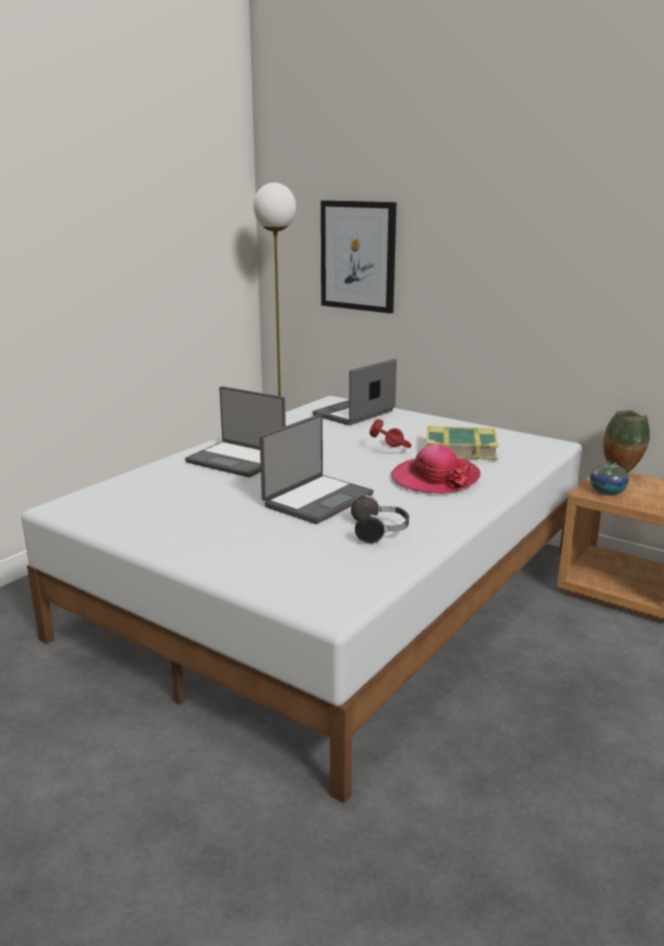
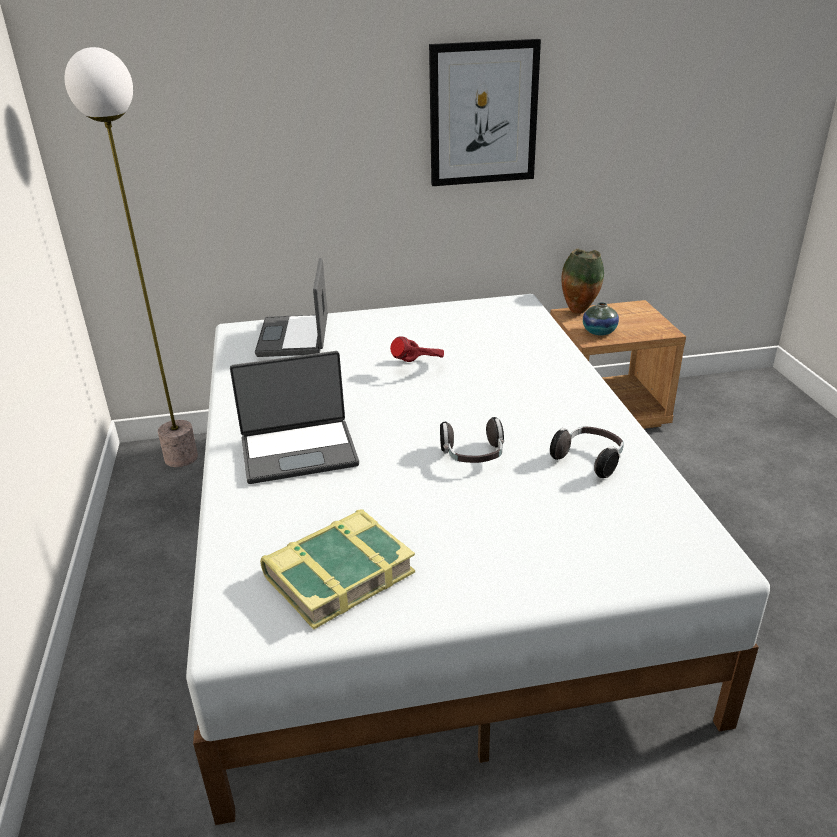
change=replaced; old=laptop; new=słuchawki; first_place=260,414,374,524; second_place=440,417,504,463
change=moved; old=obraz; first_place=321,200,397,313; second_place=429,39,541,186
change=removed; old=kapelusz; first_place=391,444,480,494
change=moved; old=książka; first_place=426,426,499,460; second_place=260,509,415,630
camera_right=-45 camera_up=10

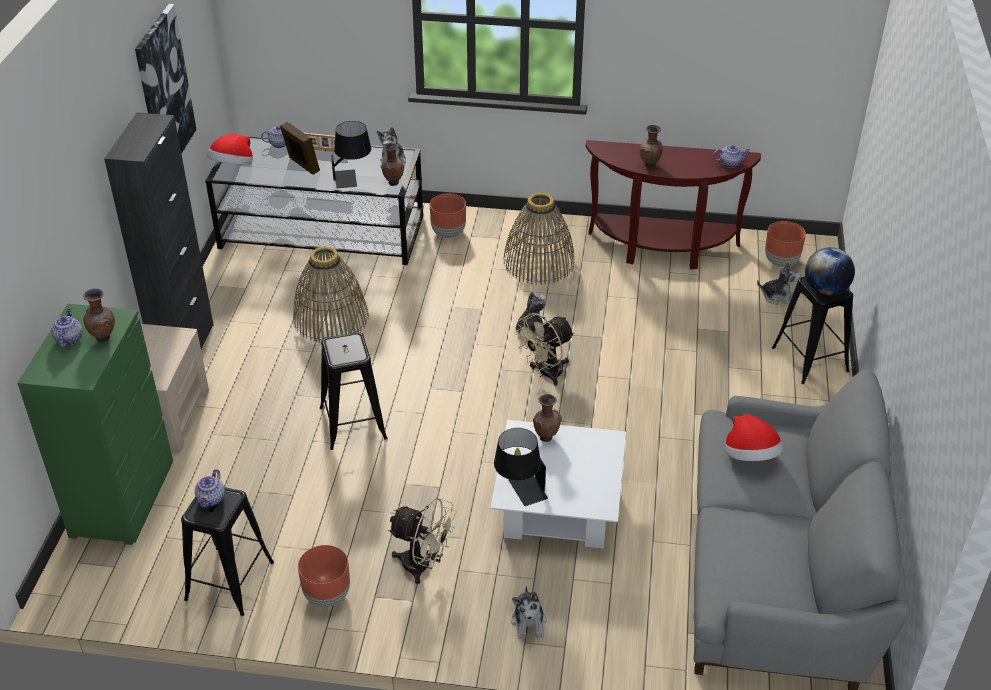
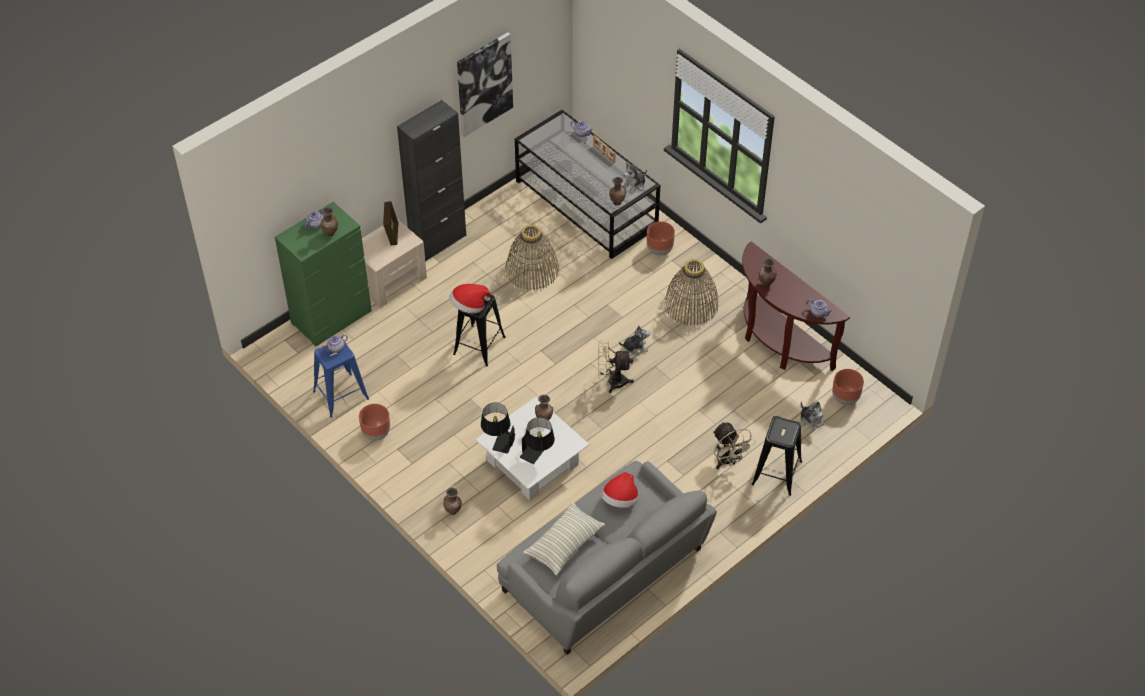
change=recoloured; old=stołek (czarny); new=stołek (niebieski); first_place=181,487,274,616; second_place=313,340,369,418
change=moved; old=kapelusz; first_place=207,134,253,165; second_place=449,284,491,313
change=moved; old=ramka na zdjęcie; first_place=280,122,320,175; second_place=383,201,398,246
change=moved; old=lampa stołowa (czarny); first_place=331,121,371,188; second_place=520,417,555,464
change=moved; old=wentylator (beżowy); first_place=388,498,456,584; second_place=713,422,756,469
change=replaced; old=pluszak; new=wazon (brązowy); first_place=511,585,547,639; second_place=444,487,462,515
change=removed; old=globus; first_place=805,247,855,296
change=added; new=poduszka; second_place=523,502,605,575
camera_right=40 camera_up=10

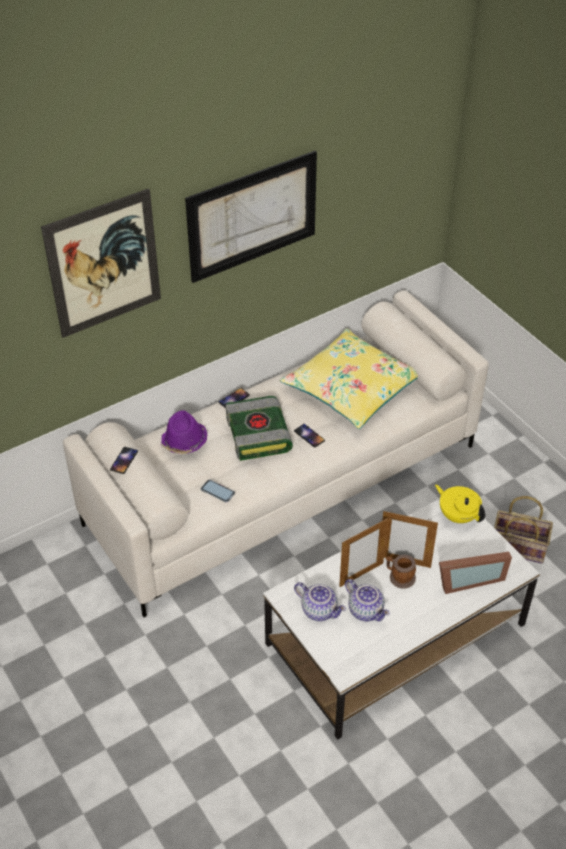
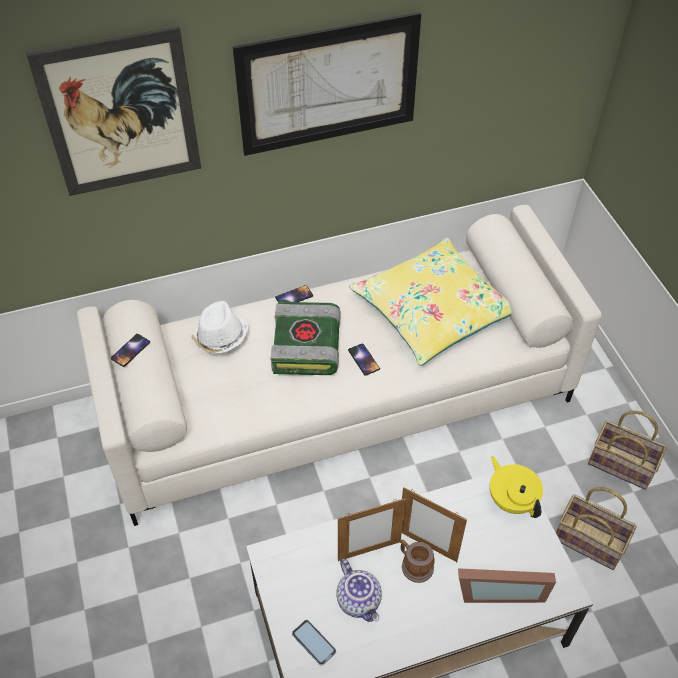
change=recoloured; old=kapelusz (fioletowy); new=kapelusz (biały); first_place=161,410,207,454; second_place=191,301,249,354
change=moved; old=telefon; first_place=201,480,235,503; second_place=292,620,336,666
change=removed; old=imbryk; first_place=294,582,346,621
change=added; new=koszyk; second_place=588,411,667,490
camera_right=15 camera_up=5

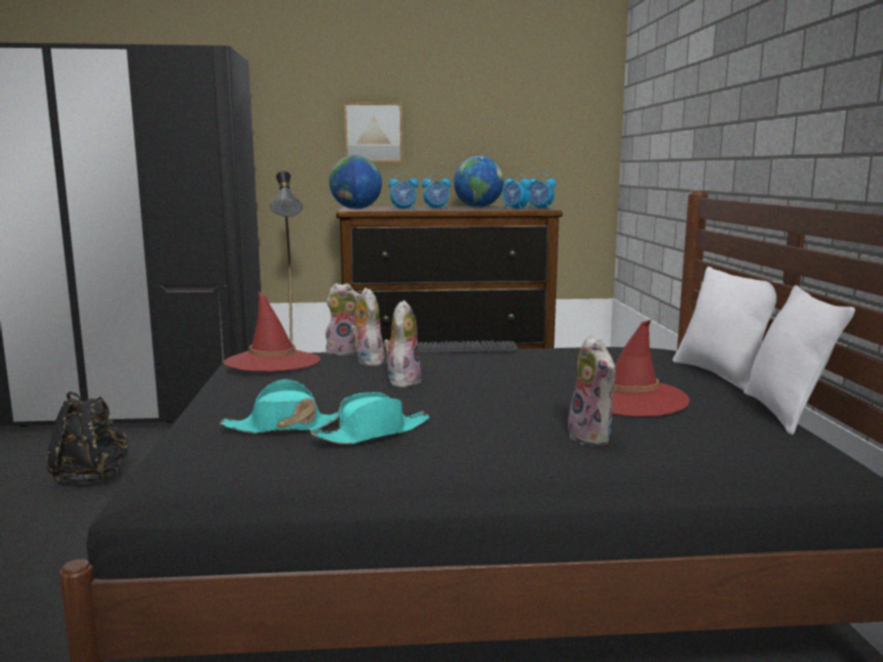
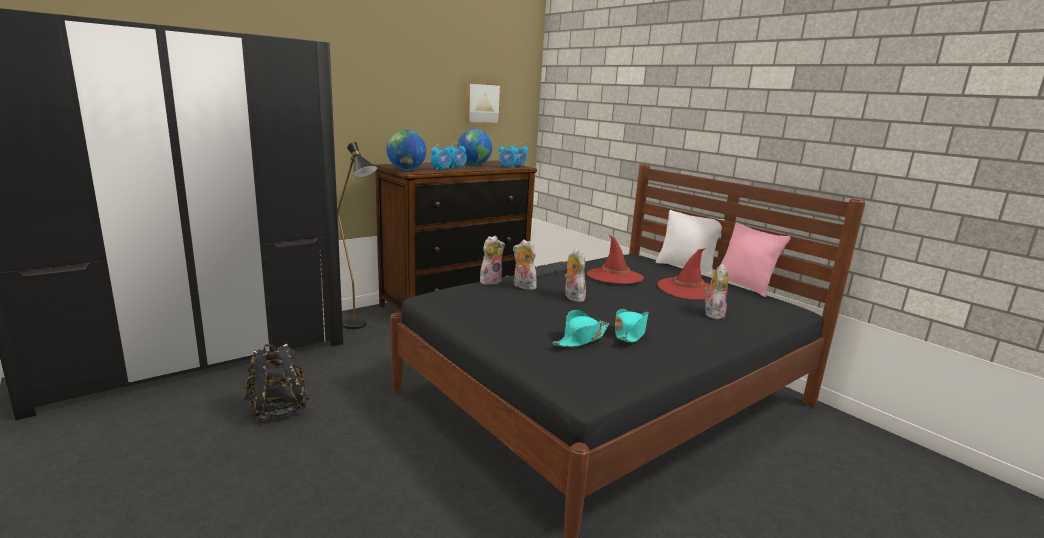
change=moved; old=kapelusz (czerwony); first_place=224,291,320,371; second_place=587,235,644,284
change=moved; old=obraz; first_place=344,102,403,162; second_place=465,82,501,124
change=turned; old=pluszak; first_place=566,335,616,446; second_place=704,264,728,319; degrees=-105
change=recoloured; old=poduszka (biały); new=poduszka (różowy); first_place=744,285,855,435; second_place=720,222,791,297
camera_right=-35 camera_up=5

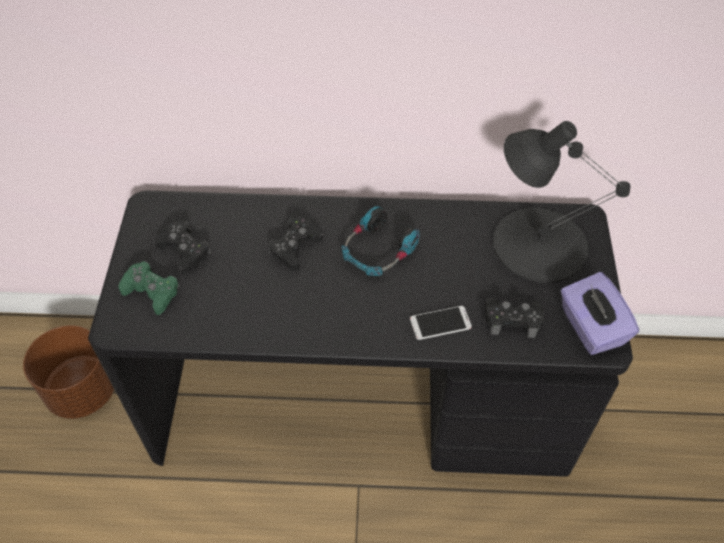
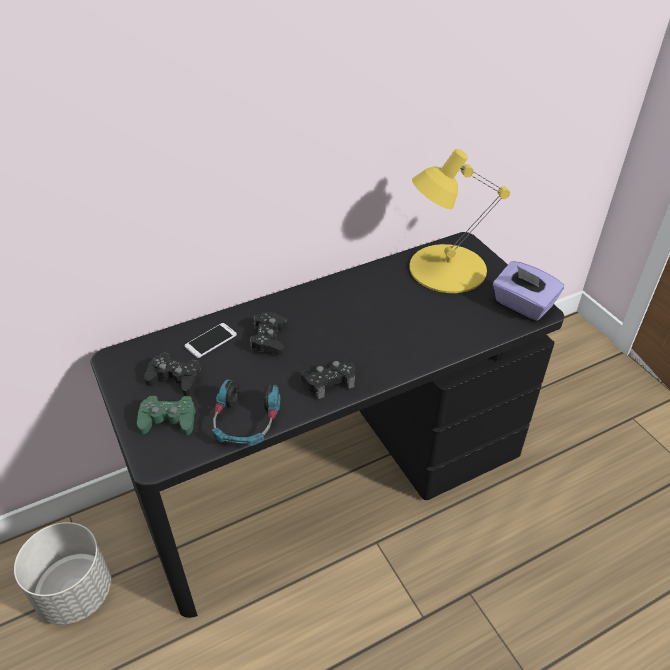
change=recoloured; old=donica (brązowy); new=donica (szary); first_place=23,325,114,419; second_place=14,522,111,625
change=moved; old=słuchawki; first_place=341,206,420,276; second_place=212,379,280,446
change=moved; old=telefon; first_place=410,306,472,340; second_place=185,323,237,358
change=moved; old=pad do gier (czarny); first_place=485,298,544,338; second_place=301,358,356,399
change=recoloured; old=lampa stołowa (czarny); new=lampa stołowa (żółty); first_place=493,121,630,283; second_place=409,149,510,293
camera_right=-30 camera_up=-10

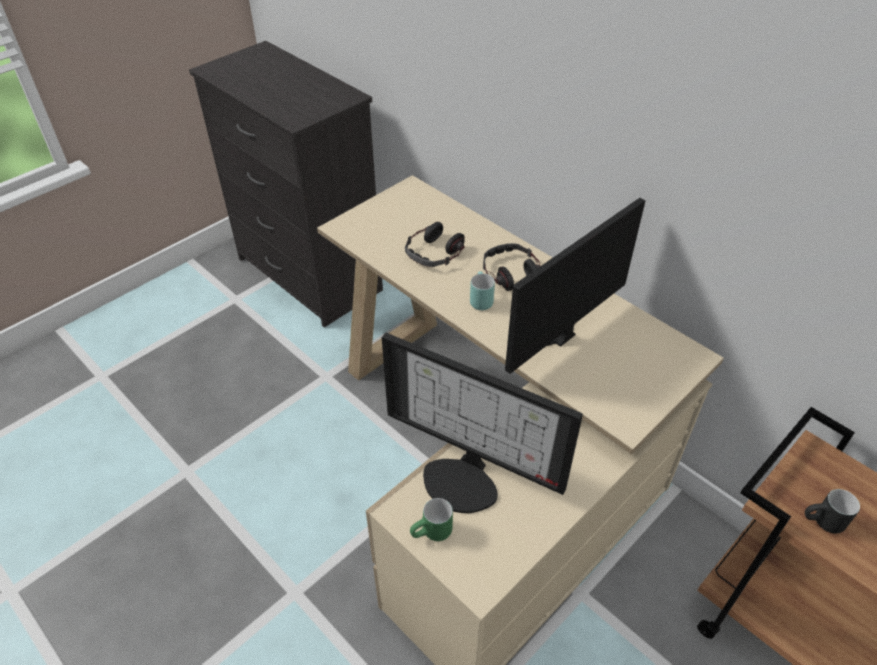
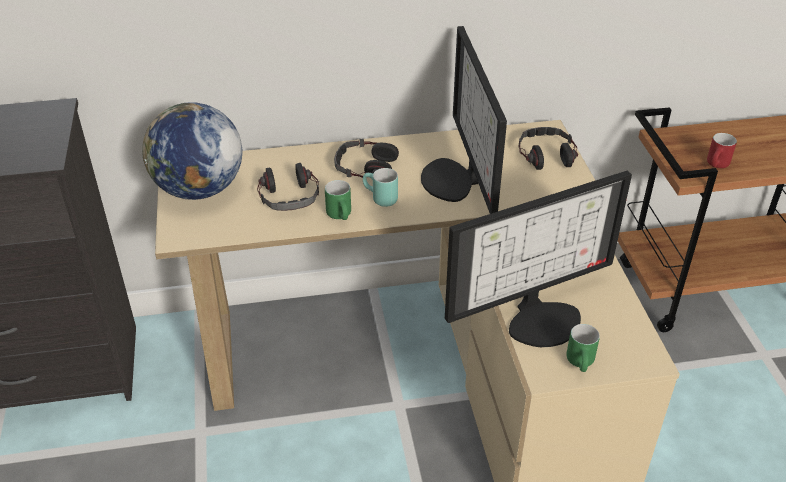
change=recoloured; old=kubek (czarny); new=kubek (czerwony); first_place=805,489,860,533; second_place=707,133,737,168
change=added; new=globus; second_place=142,103,242,200
change=added; new=kubek (zielony); second_place=325,180,351,220
change=added; new=słuchawki; second_place=519,127,578,170
camera_right=-55 camera_up=-5

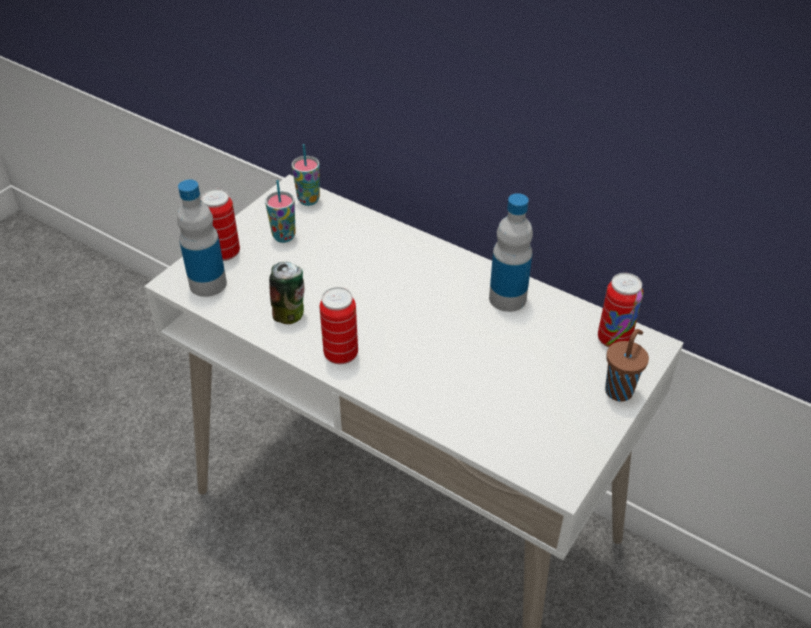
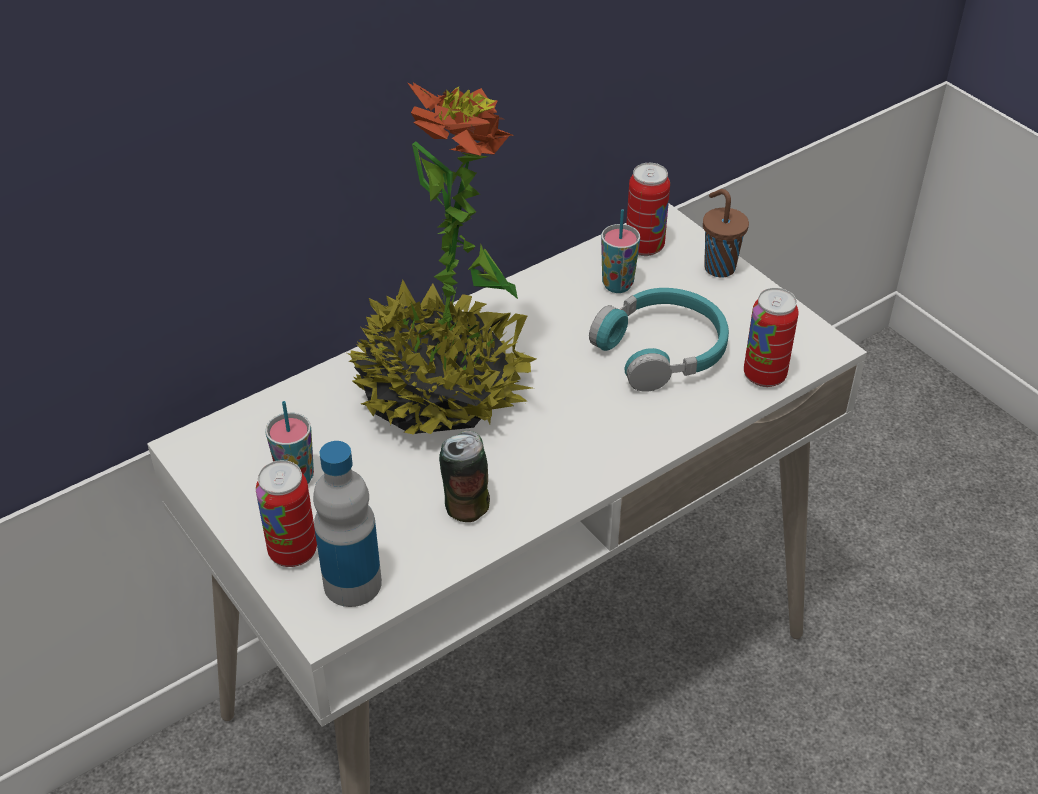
change=moved; old=filiżanka; first_place=292,144,320,206; second_place=601,209,640,293
change=moved; old=puszka; first_place=319,287,358,364; second_place=744,288,799,387
change=removed; old=butelka; first_place=489,193,533,312
change=added; new=roślina doniczkowa; second_place=347,83,536,435
change=added; new=słuchawki (turkusowy); second_place=589,288,729,392
camera_right=-70 camera_up=0

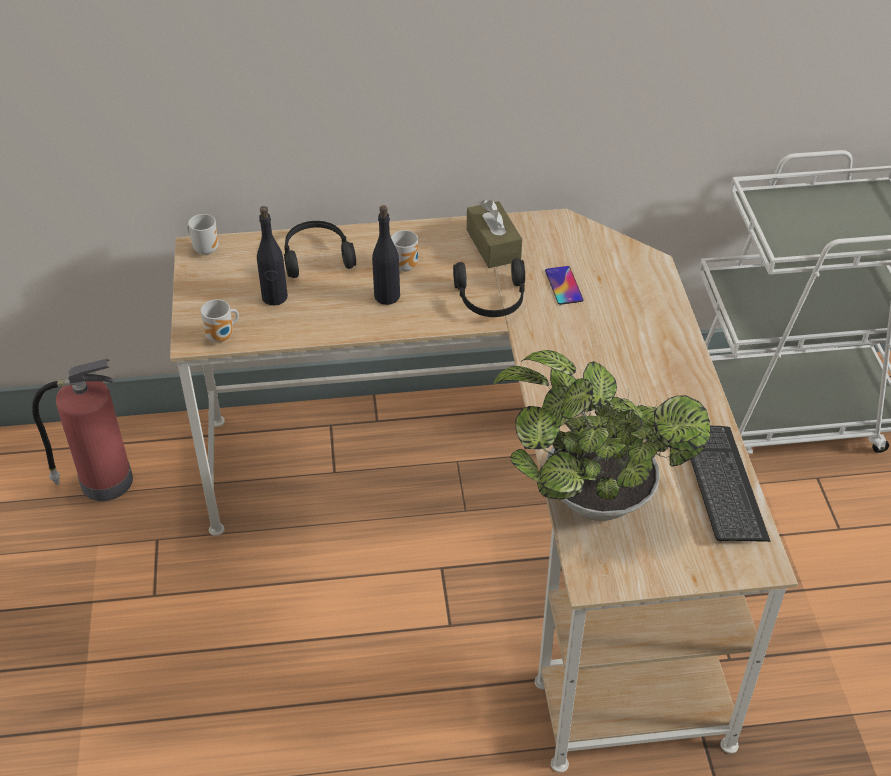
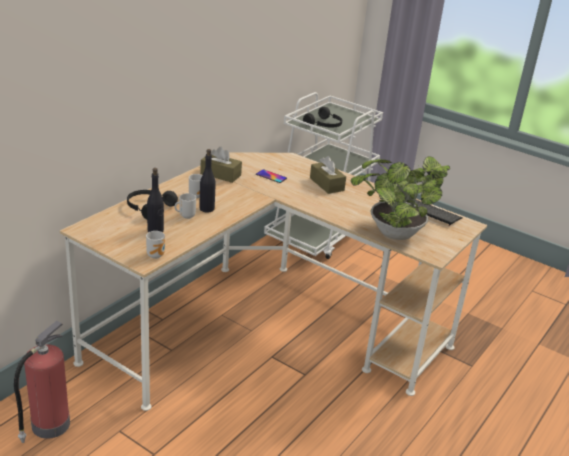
change=moved; old=kubek; first_place=187,214,219,255; second_place=174,193,196,219
change=moved; old=słuchawki (czarny); first_place=453,258,525,317; second_place=303,107,342,127
change=added; new=pudełko chusteczek (brązowy); second_place=310,156,346,194
camera_right=-50 camera_up=-15

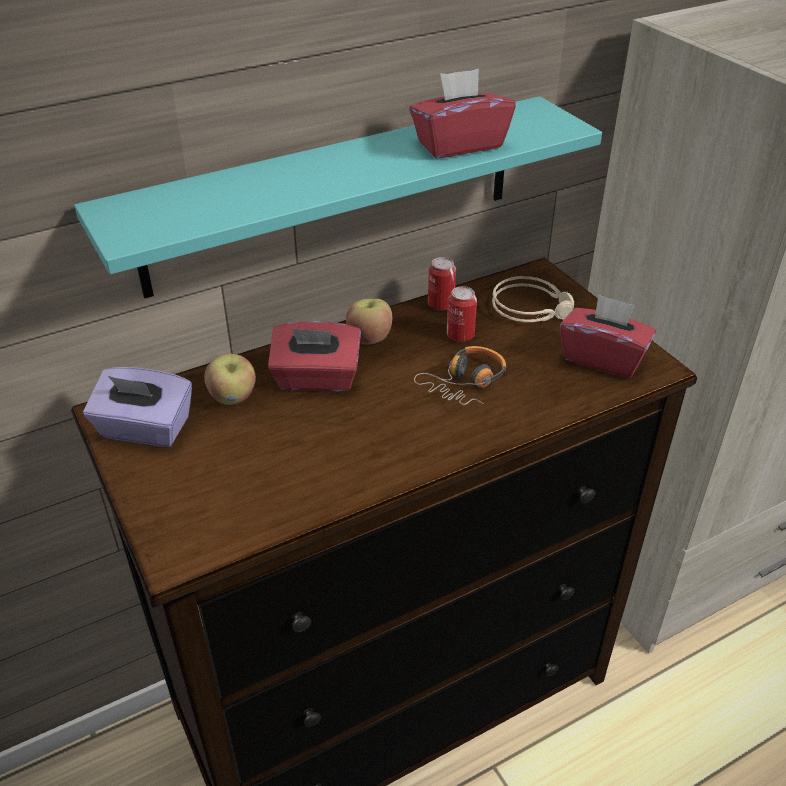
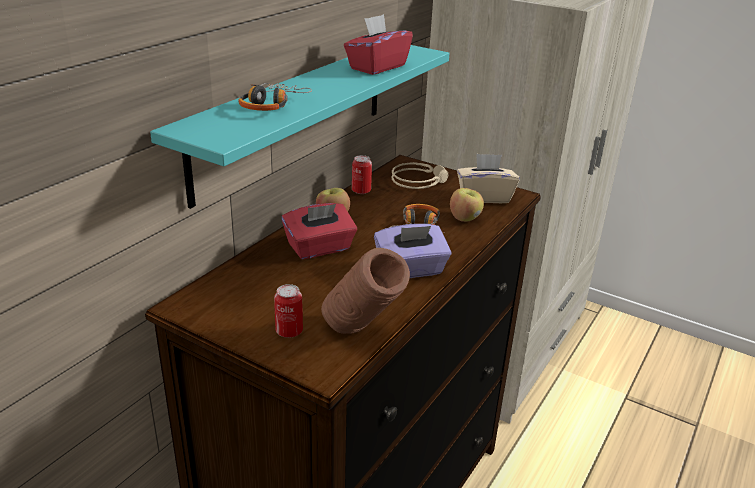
change=moved; old=pudełko chusteczek (fioletowy); first_place=83,367,192,447; second_place=374,224,451,278
change=moved; old=jabłko; first_place=204,354,256,405; second_place=450,188,484,222
change=moved; old=puszka; first_place=447,286,477,342; second_place=274,284,303,338
change=recoloured; old=pudełko chusteczek (czerwony); new=pudełko chusteczek (beżowy); first_place=560,294,656,378; second_place=457,154,520,203
change=added; new=słuchawki; second_place=238,83,312,111
change=added; new=wazon (brązowy); second_place=321,248,410,334
camera_right=-30 camera_up=-10

